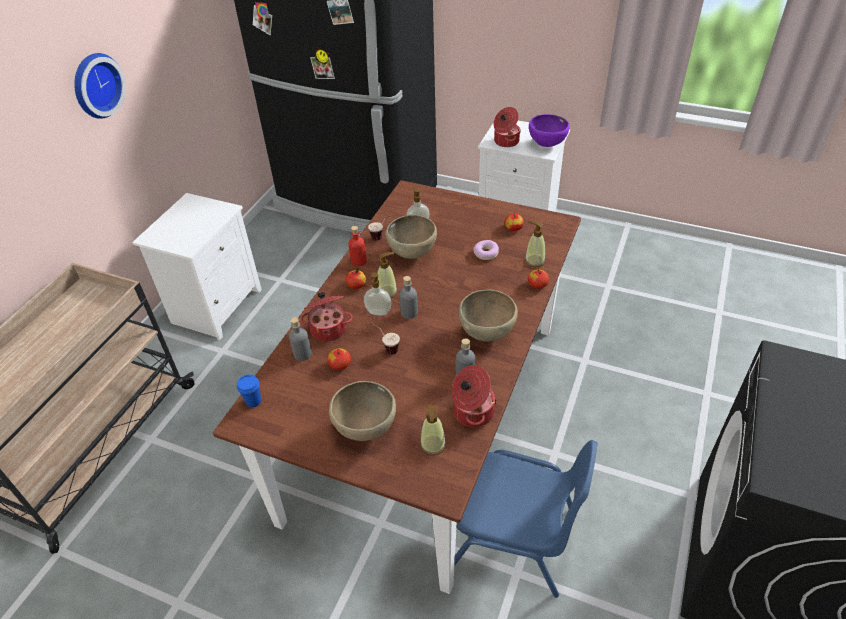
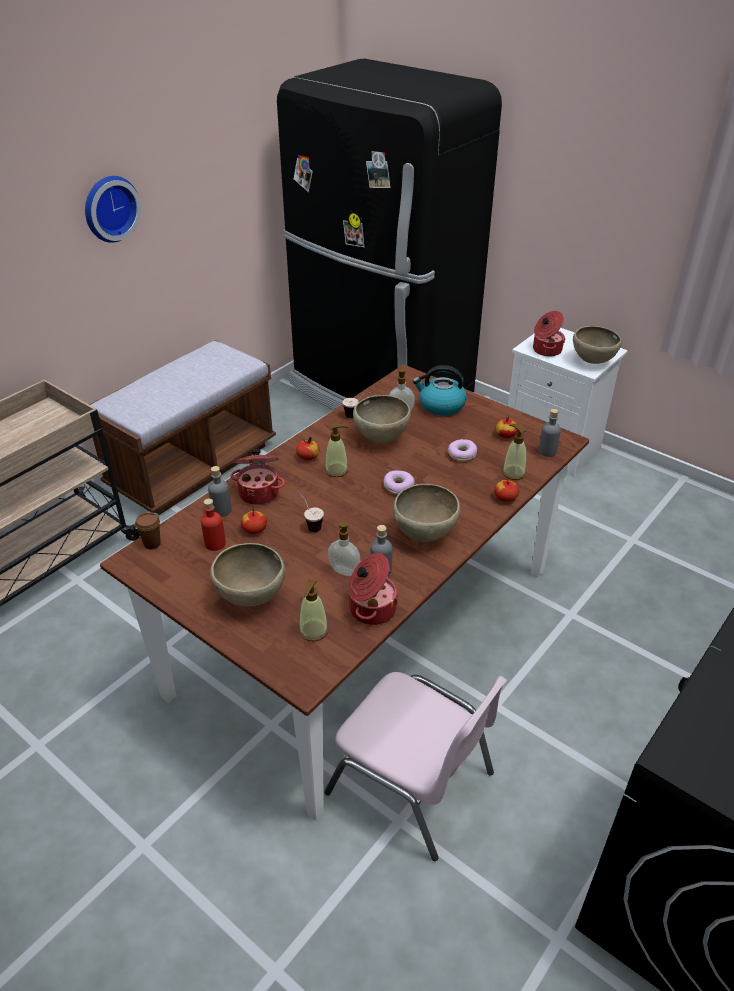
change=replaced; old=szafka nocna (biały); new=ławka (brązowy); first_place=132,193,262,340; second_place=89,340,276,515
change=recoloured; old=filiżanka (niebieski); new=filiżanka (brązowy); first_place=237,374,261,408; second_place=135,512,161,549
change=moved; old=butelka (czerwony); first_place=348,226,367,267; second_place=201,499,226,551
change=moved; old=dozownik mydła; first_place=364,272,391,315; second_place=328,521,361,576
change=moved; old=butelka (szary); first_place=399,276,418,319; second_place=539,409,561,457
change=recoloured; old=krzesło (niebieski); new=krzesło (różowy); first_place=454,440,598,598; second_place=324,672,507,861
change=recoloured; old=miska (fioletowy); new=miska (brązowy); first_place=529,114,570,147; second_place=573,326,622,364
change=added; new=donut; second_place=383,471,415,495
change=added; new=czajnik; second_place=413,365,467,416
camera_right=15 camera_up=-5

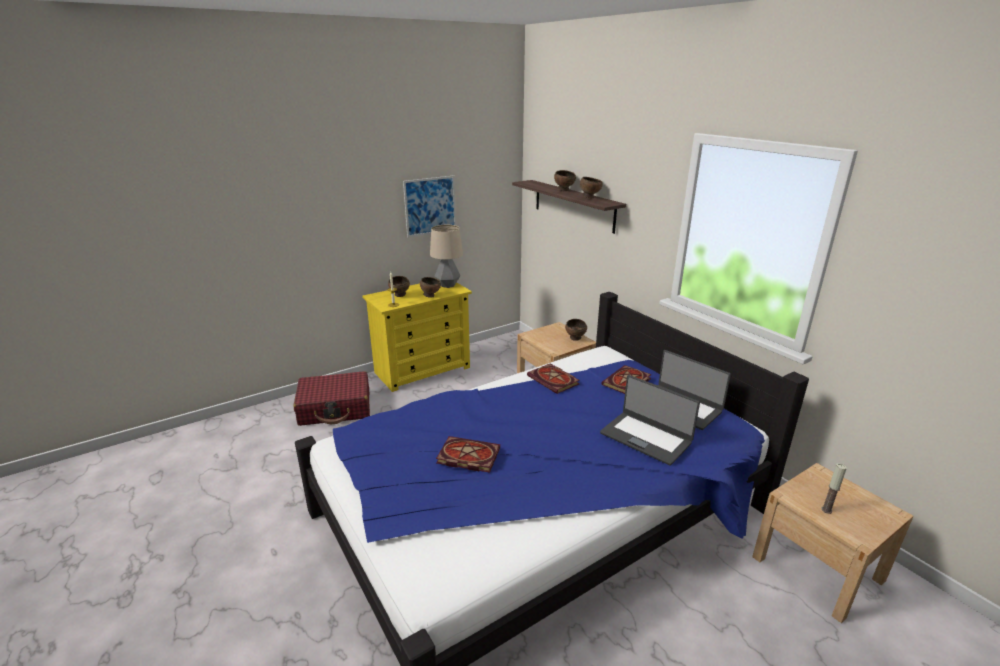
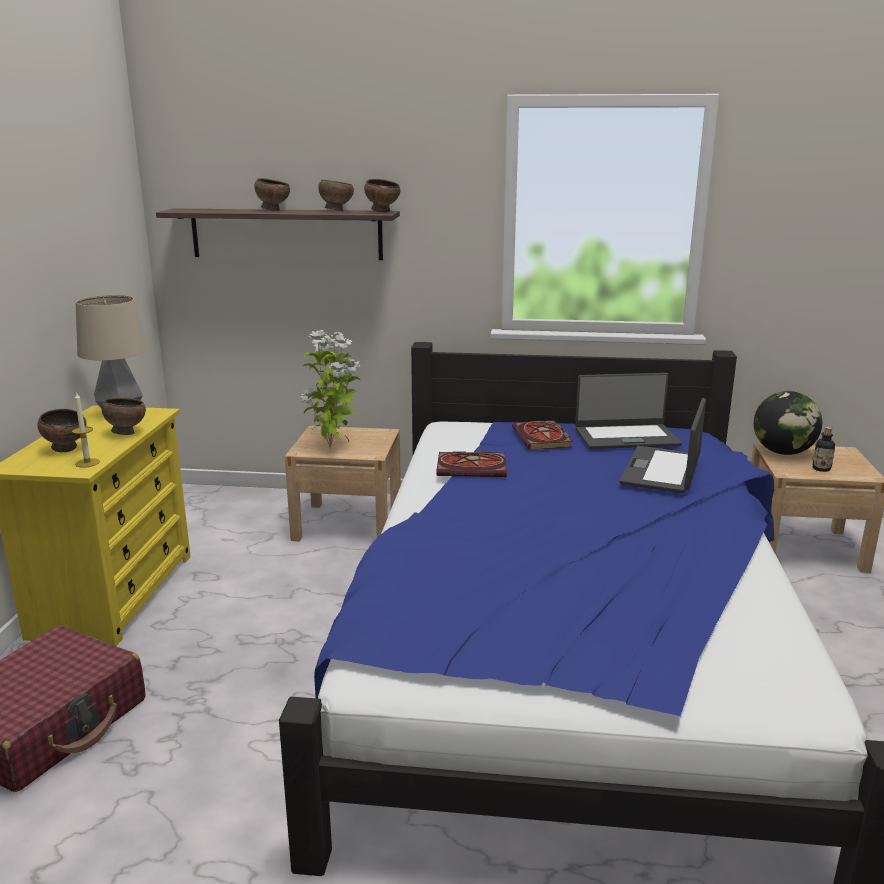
change=removed; old=obraz; first_place=403,175,456,237
change=removed; old=książka; first_place=436,436,500,473
change=moved; old=miska (brązowy); first_place=565,319,587,341; second_place=364,179,400,213
change=turned; old=laptop; first_place=600,375,700,466; second_place=620,398,706,493; degrees=120
change=replaced; old=świeca; new=butelka; first_place=821,463,847,514; second_place=812,427,835,472
change=added; new=roślina doniczkowa; second_place=300,330,361,449
change=added; new=globus; second_place=754,391,822,455
camera_right=-50 camera_up=-5

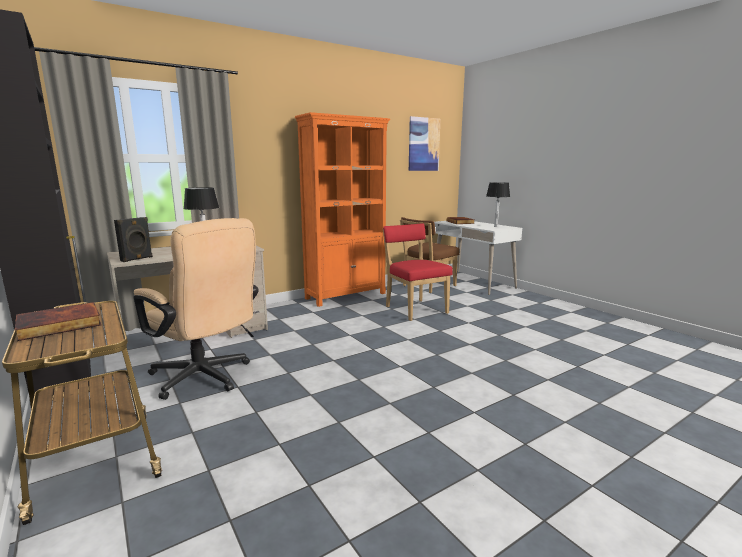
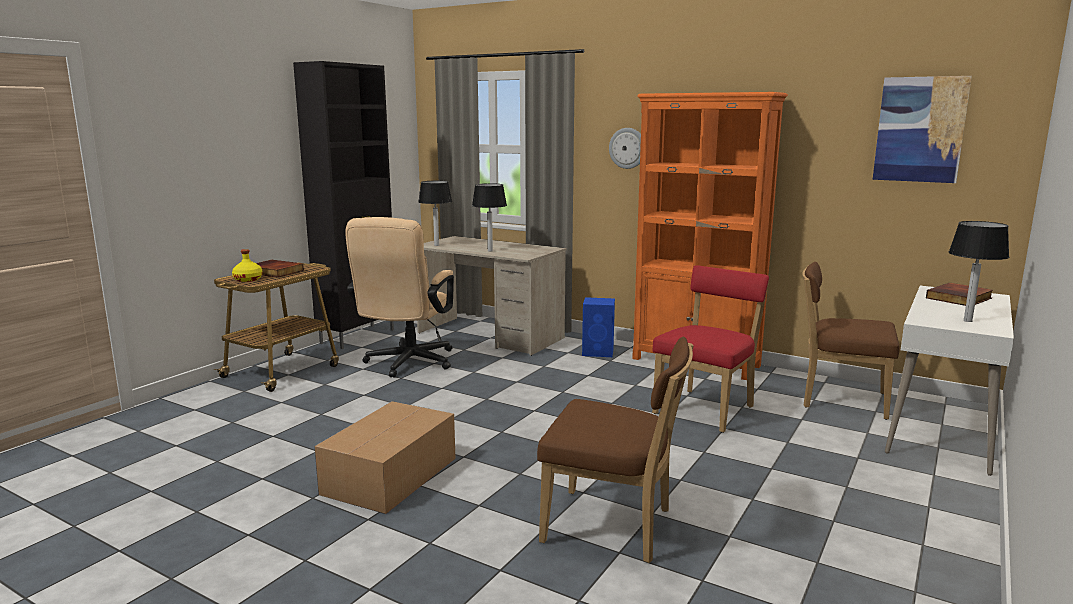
change=replaced; old=głośnik (czarny); new=lampa stołowa; first_place=114,217,153,262; second_place=418,181,452,246
change=added; new=butelka (żółty); second_place=232,249,263,282
change=added; new=karton; second_place=315,401,456,514
change=added; new=krzesło (brązowy); second_place=537,337,694,563
change=added; new=głośnik (niebieski); second_place=582,297,615,357
change=added; new=zegar ścienny; second_place=609,128,641,169
camera_right=65 camera_up=0

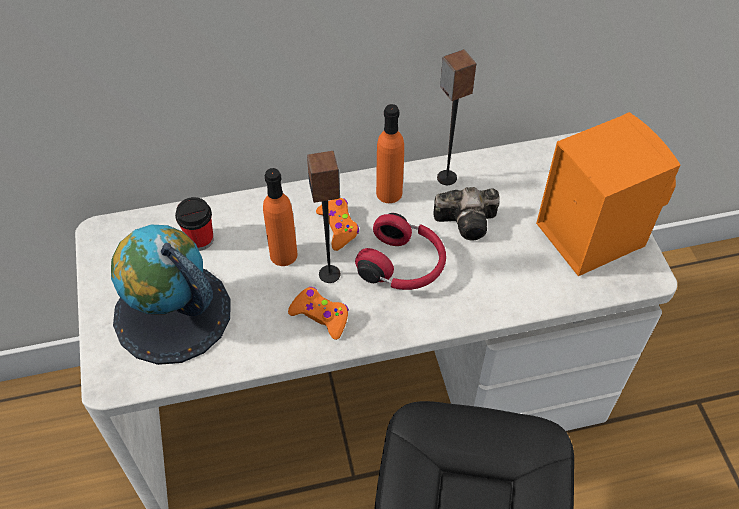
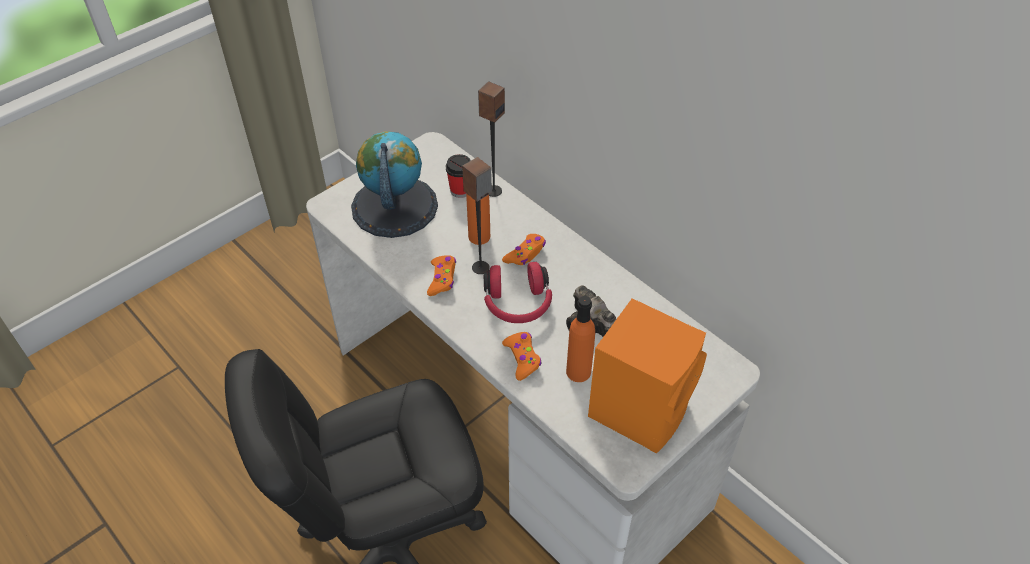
change=moved; old=butelka (pomarańczowy); first_place=376,104,404,203; second_place=566,296,595,382
change=moved; old=głośnik; first_place=437,49,476,185; second_place=478,81,505,197
change=added; new=pad do gier (pomarańczowy); second_place=502,332,541,381
camera_right=60 camera_up=-5

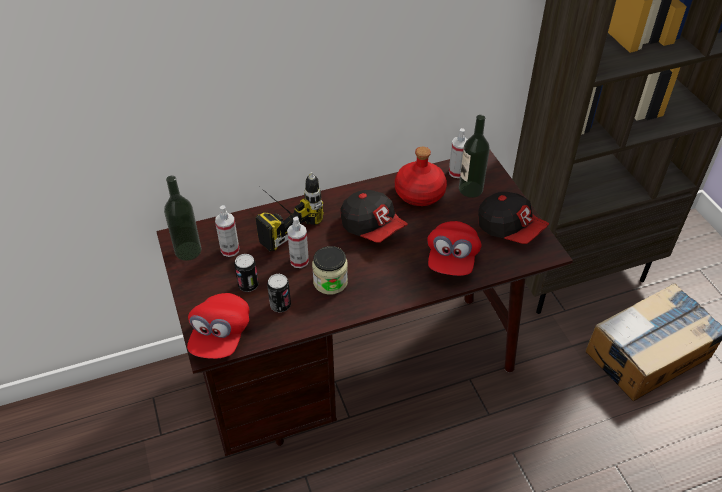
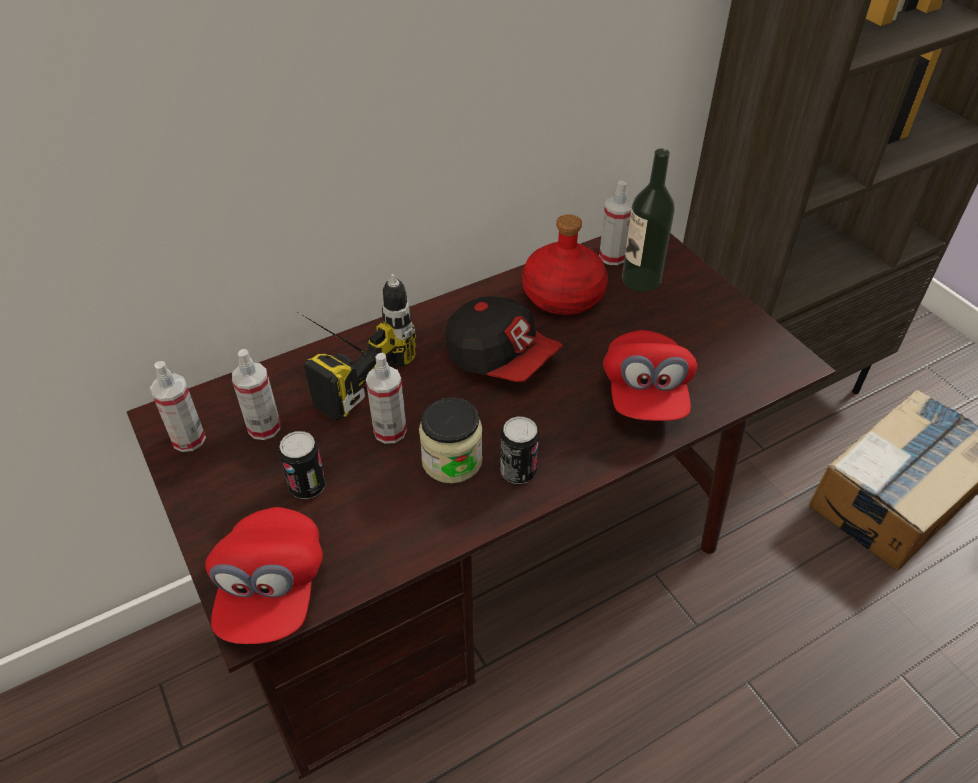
change=replaced; old=butelka; new=spryskiwacz; first_place=164,176,201,261; second_place=150,361,206,452
change=moved; old=puszka; first_place=267,274,291,312; second_place=500,416,539,484
change=removed; old=czapka z daszkiem; first_place=478,192,549,244
camera_right=-10 camera_up=0

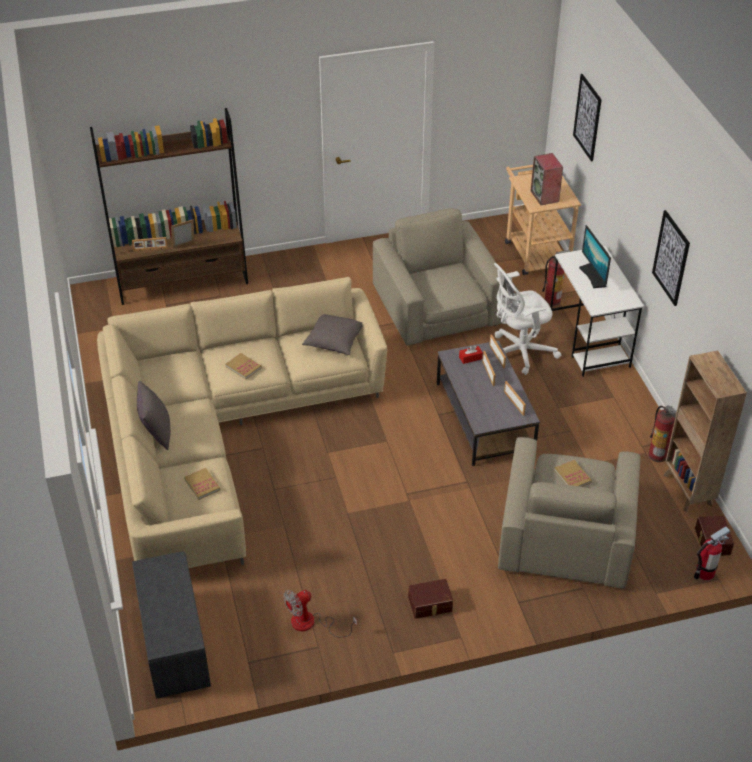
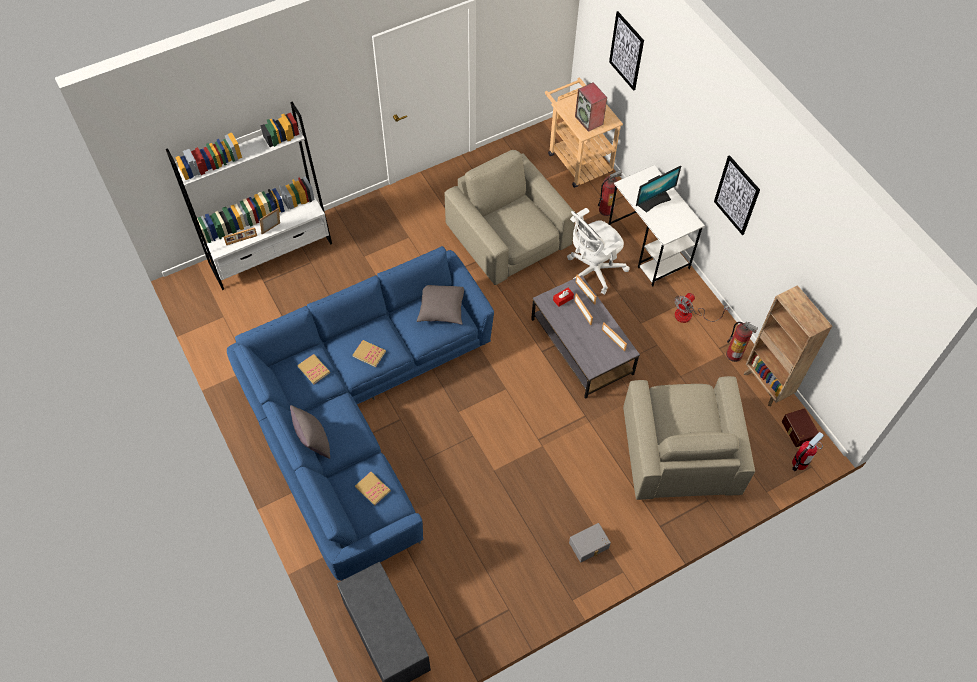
change=recoloured; old=regał (brązowy); new=regał (biały); first_place=90,108,248,305; second_place=166,102,332,290
change=recoloured; old=kanapa (beżowy); new=kanapa (niebieski); first_place=97,277,387,568; second_place=227,246,494,581
change=moved; old=wentylator; first_place=283,590,357,638; second_place=674,293,729,323
change=recoloured; old=pojemnik do przechowywania (brązowy); new=pojemnik do przechowywania (szary); first_place=408,579,453,619; second_place=569,523,611,563
change=moved; old=książka; first_place=554,460,592,487; second_place=297,354,330,385
change=turned; old=monitor; first_place=579,225,611,288; second_place=636,166,681,213; degrees=-90
camera_right=-15 camera_up=15

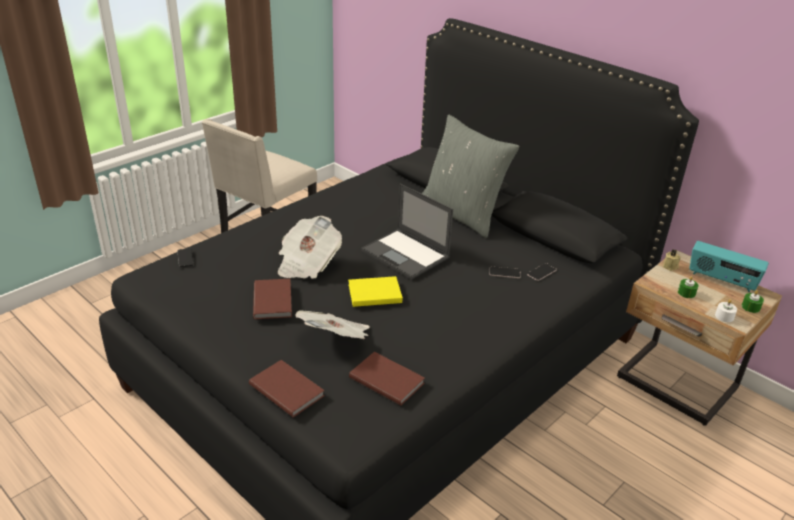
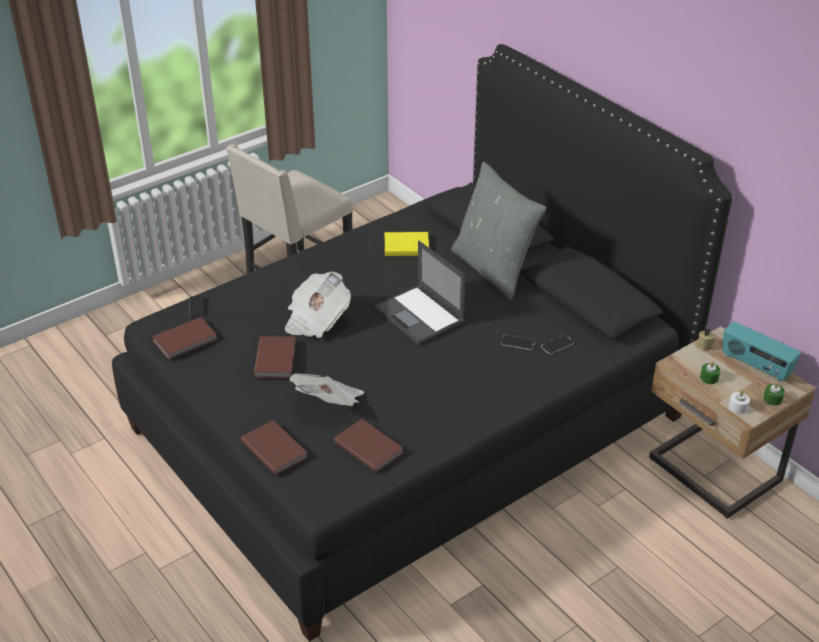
change=moved; old=książka (żółty); first_place=348,276,403,307; second_place=385,232,429,256
change=added; new=książka (brązowy); second_place=152,317,217,360
camera_right=10 camera_up=5

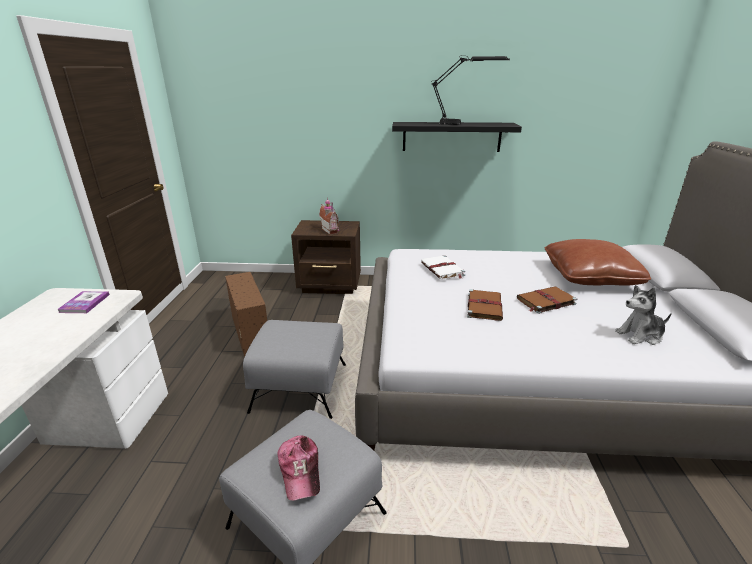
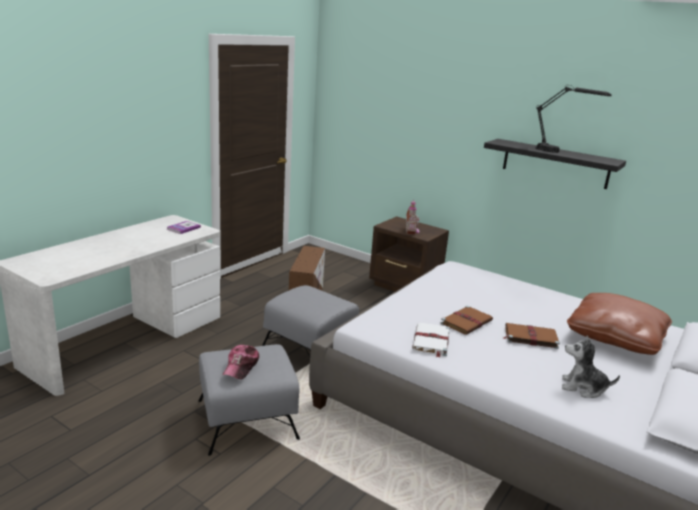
change=moved; old=książka (biały); first_place=421,255,465,279; second_place=412,322,450,358
camera_right=30 camera_up=-5

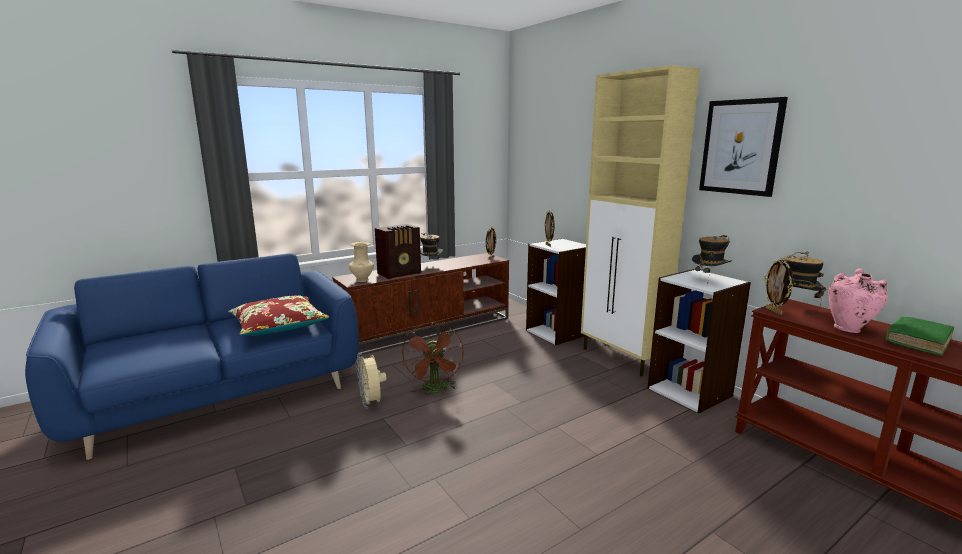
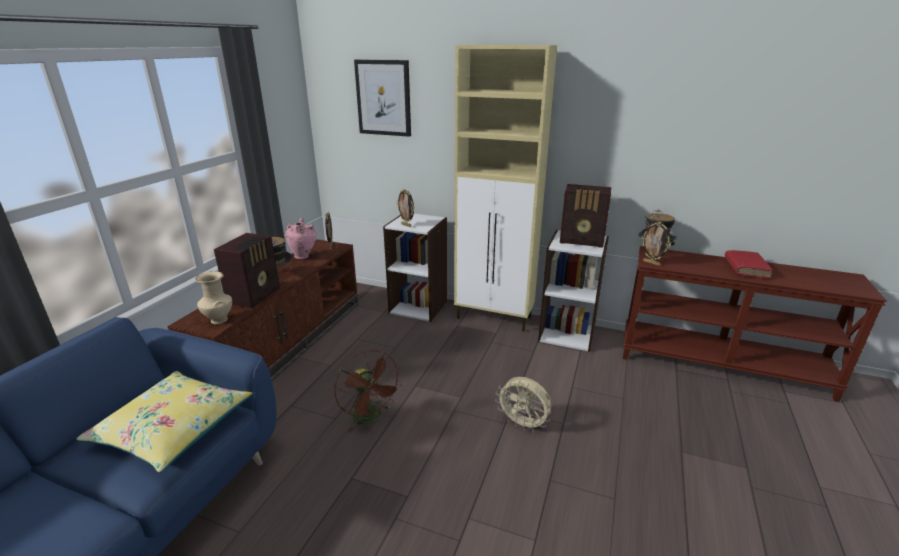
change=recoloured; old=poduszka (czerwony); new=poduszka (żółty); first_place=228,295,329,336; second_place=76,371,253,473
change=moved; old=wentylator (beżowy); first_place=356,353,387,408; second_place=495,377,552,432
change=replaced; old=kapelusz; new=radio; first_place=692,235,732,285; second_place=560,184,611,248
change=moved; old=obraz; first_place=699,97,788,197; second_place=354,60,411,137
change=moved; old=wazon (różowy); first_place=828,268,888,333; second_place=285,218,316,259
change=recoloured; old=książka (zielony); new=książka (czerwony); first_place=885,317,954,356; second_place=725,250,772,278
camera_right=-35 camera_up=10

